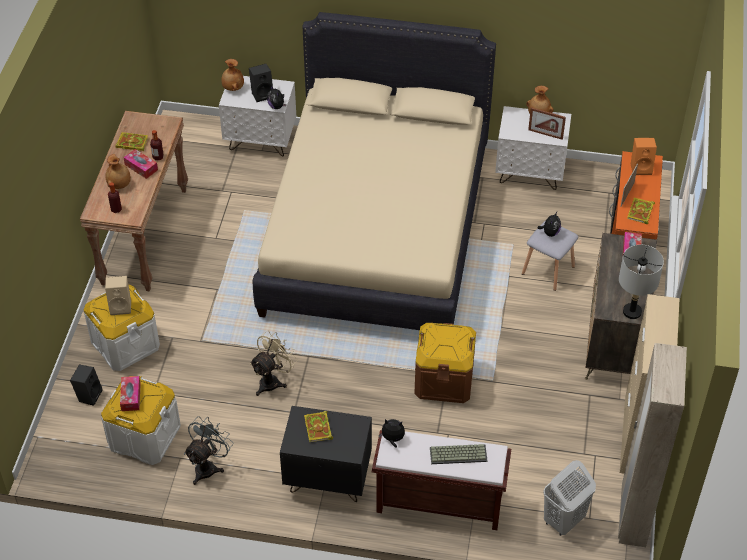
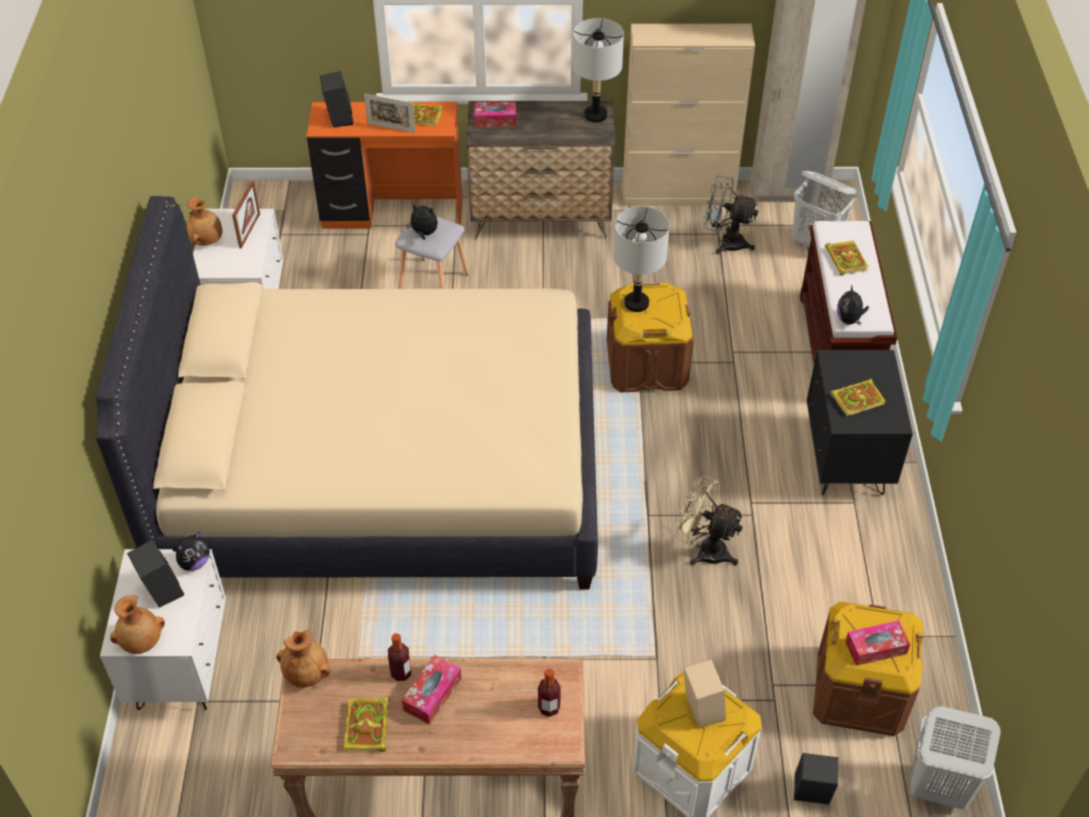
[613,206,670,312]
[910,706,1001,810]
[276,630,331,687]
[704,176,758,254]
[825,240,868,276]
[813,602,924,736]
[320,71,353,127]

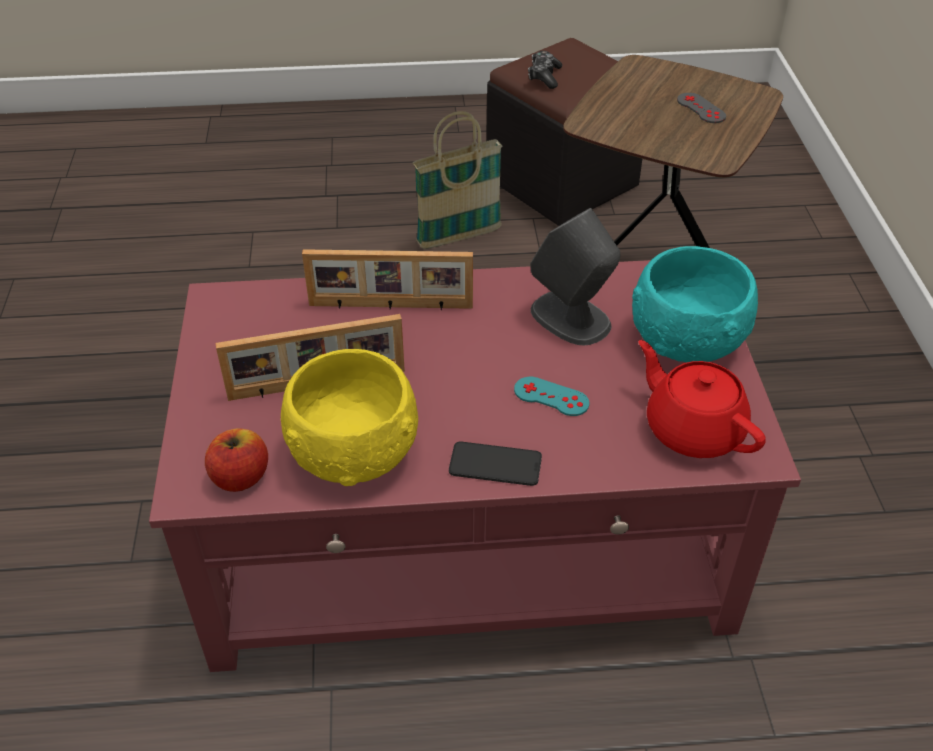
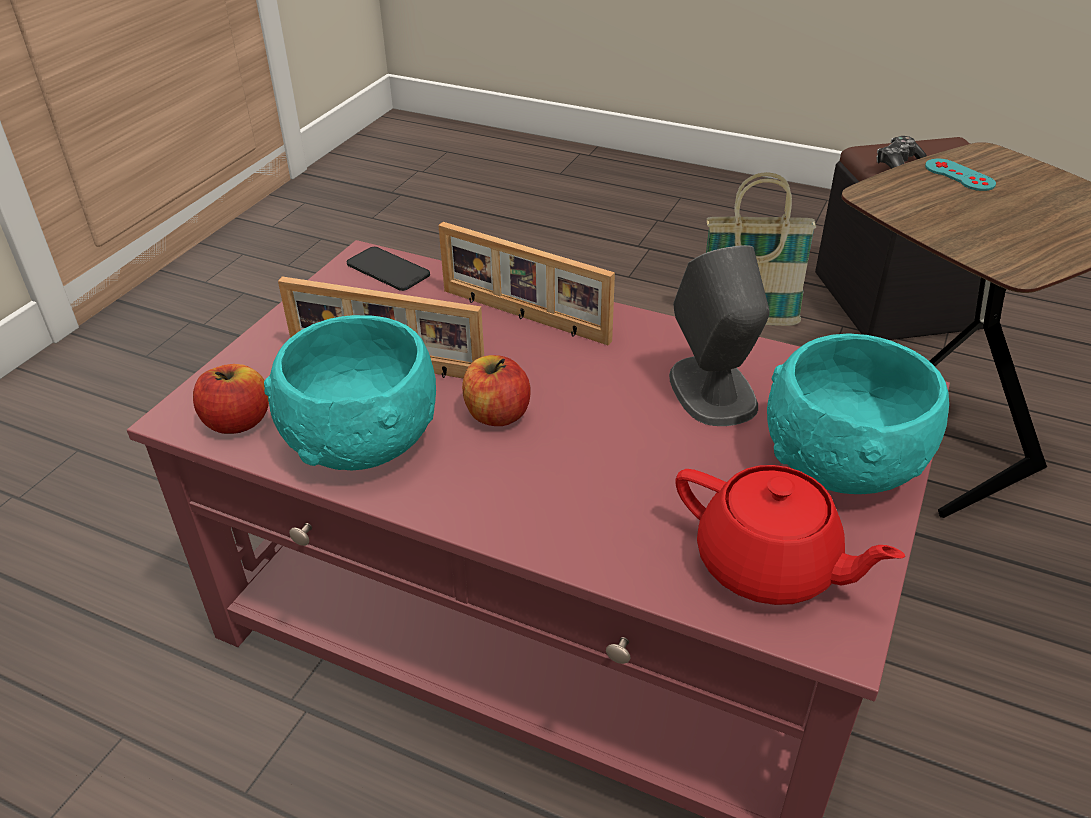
[677,93,726,123] (first image)
[462,355,531,426]
[346,247,430,291]
[925,159,996,191]
[264,315,436,470]
[675,465,905,605]

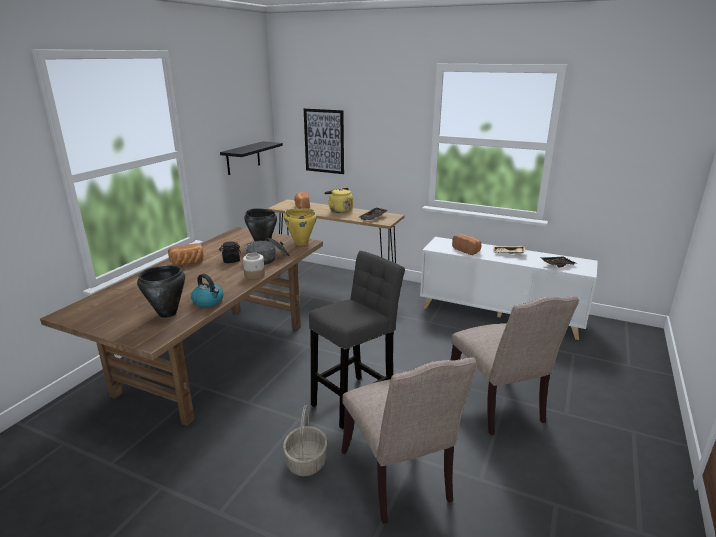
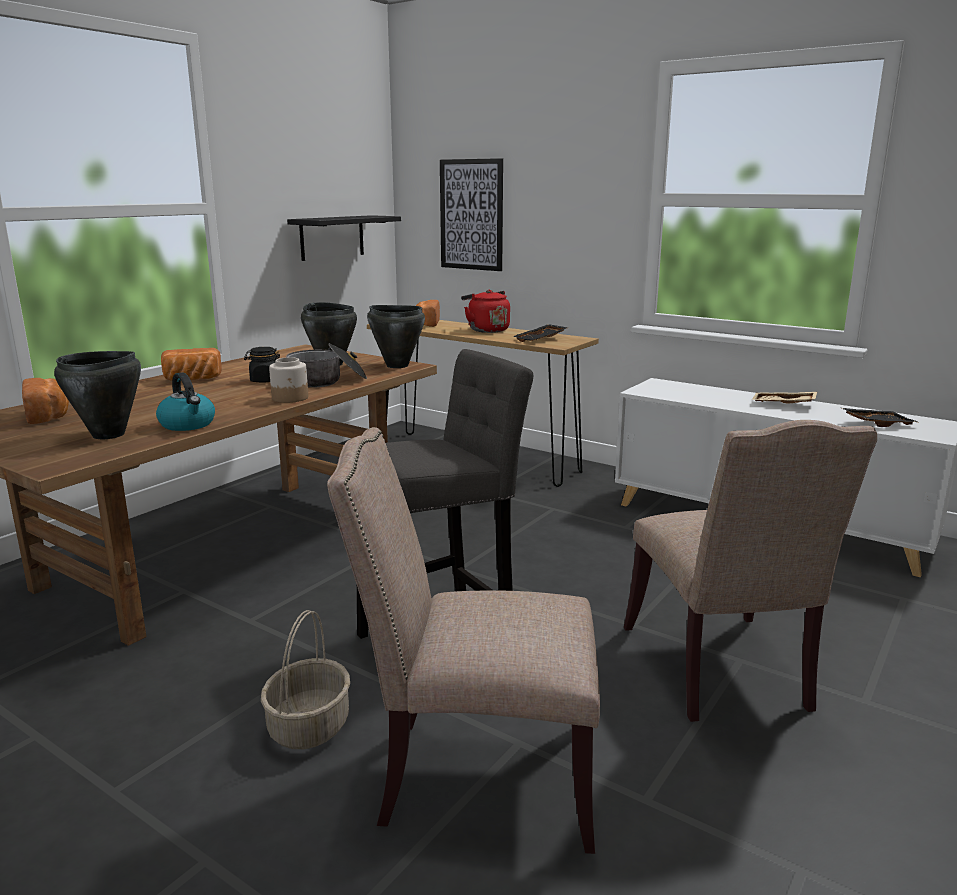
[22,378,69,424]
[367,305,425,368]
[461,290,510,333]
[327,427,600,854]

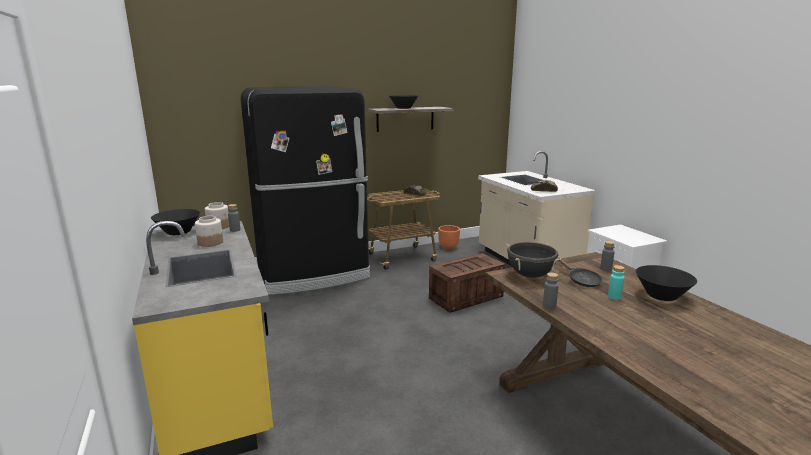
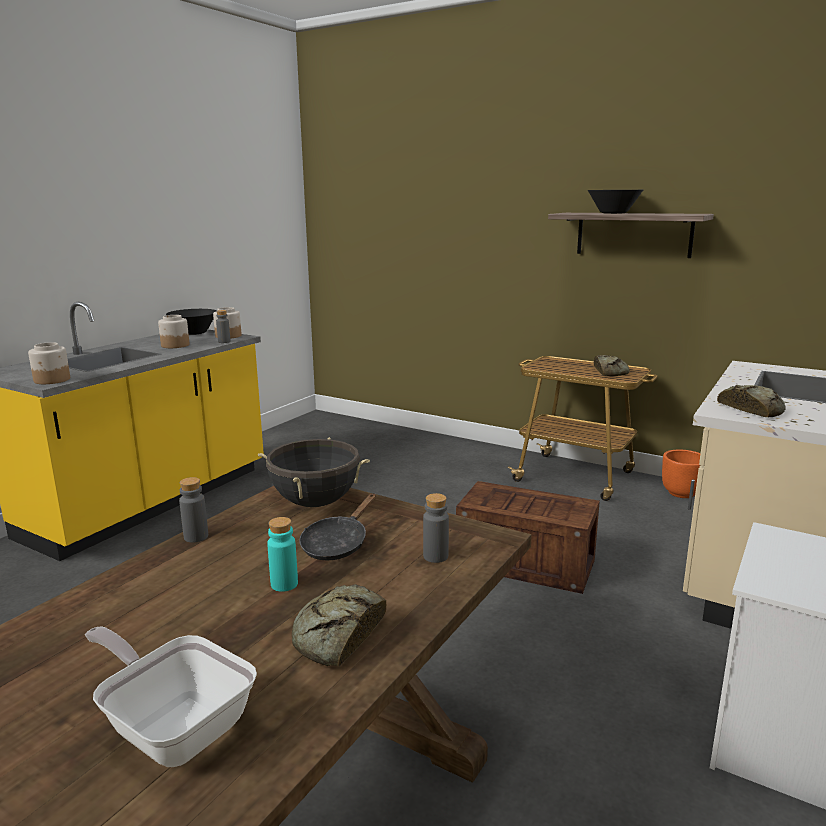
[241,86,370,295] (first image)
[28,342,70,384]
[85,627,257,767]
[292,584,386,666]

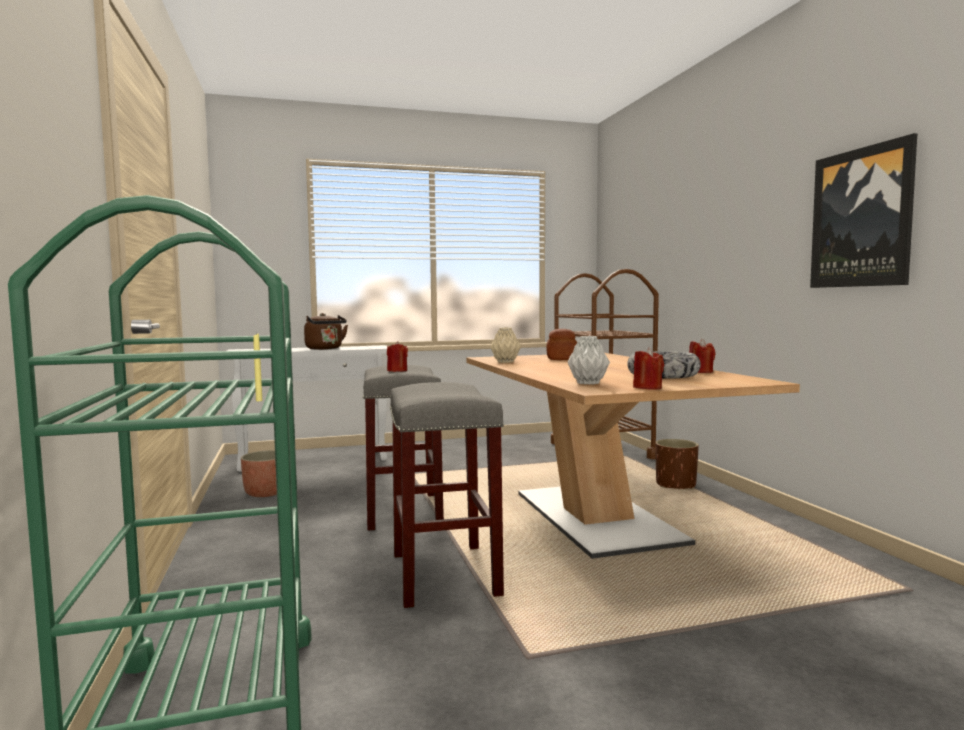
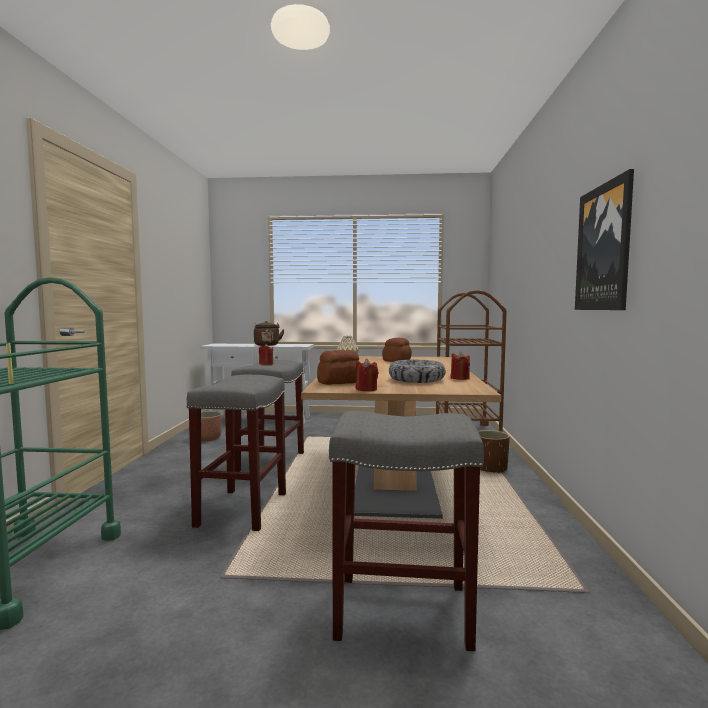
[329,411,484,651]
[317,350,359,385]

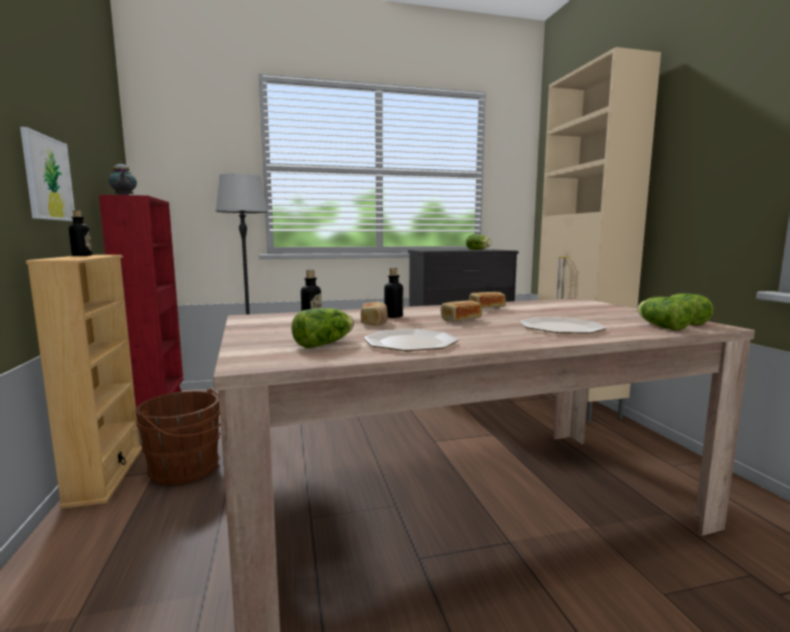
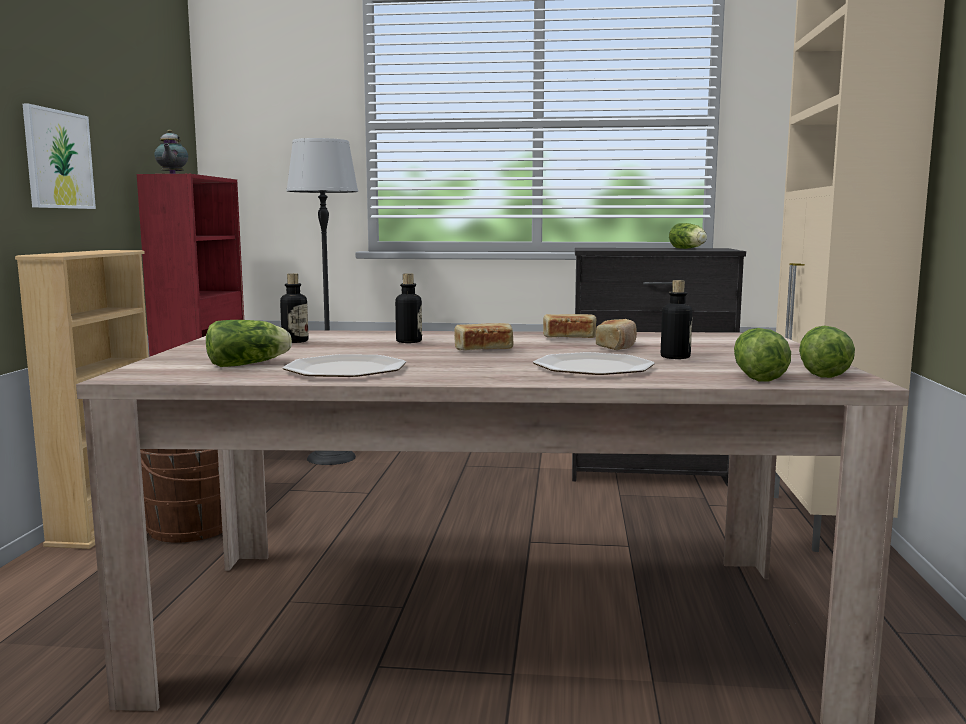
[661,280,693,359]
[596,319,637,350]

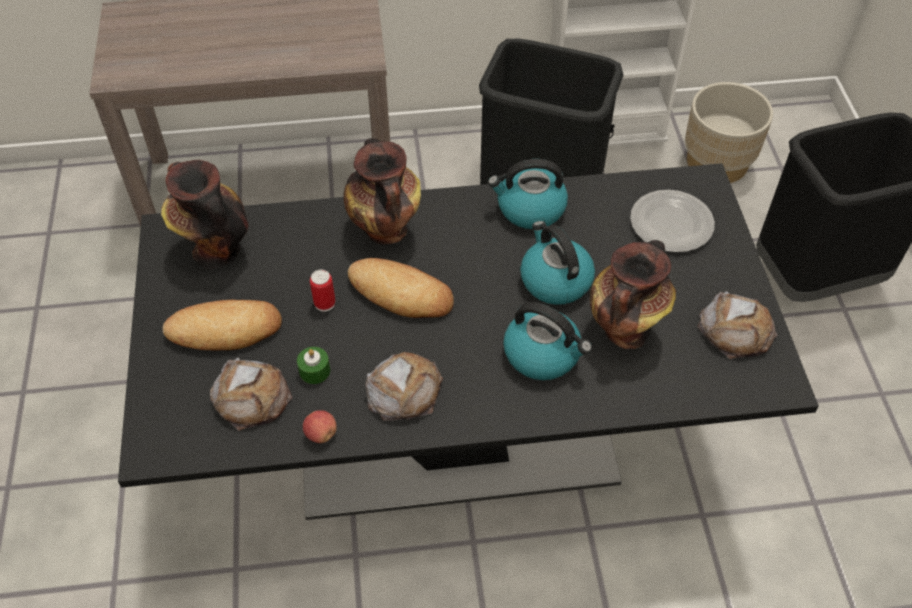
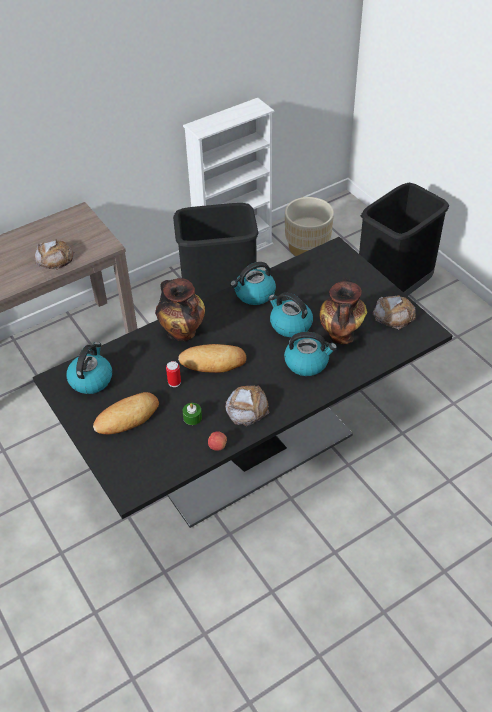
[630,190,715,252] (first image)
[34,239,74,270]
[66,342,112,394]

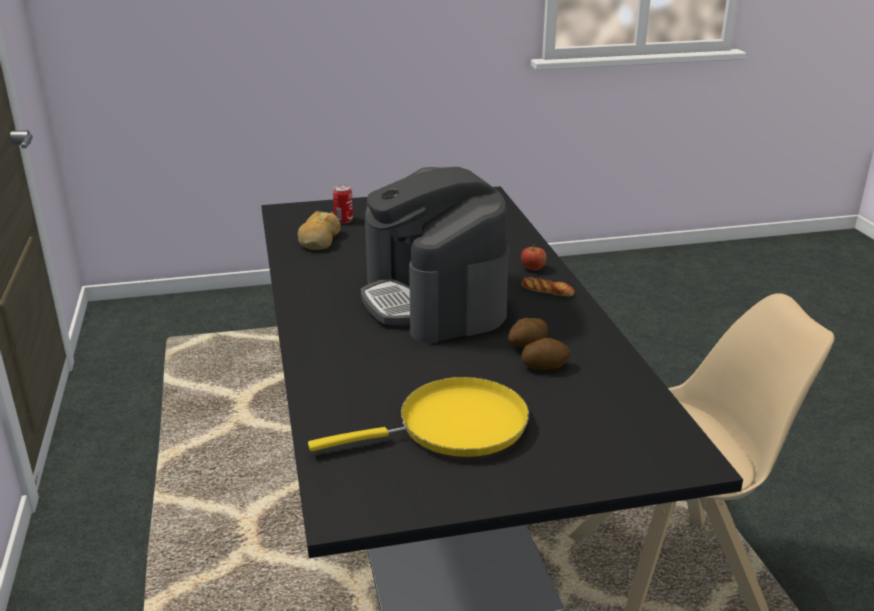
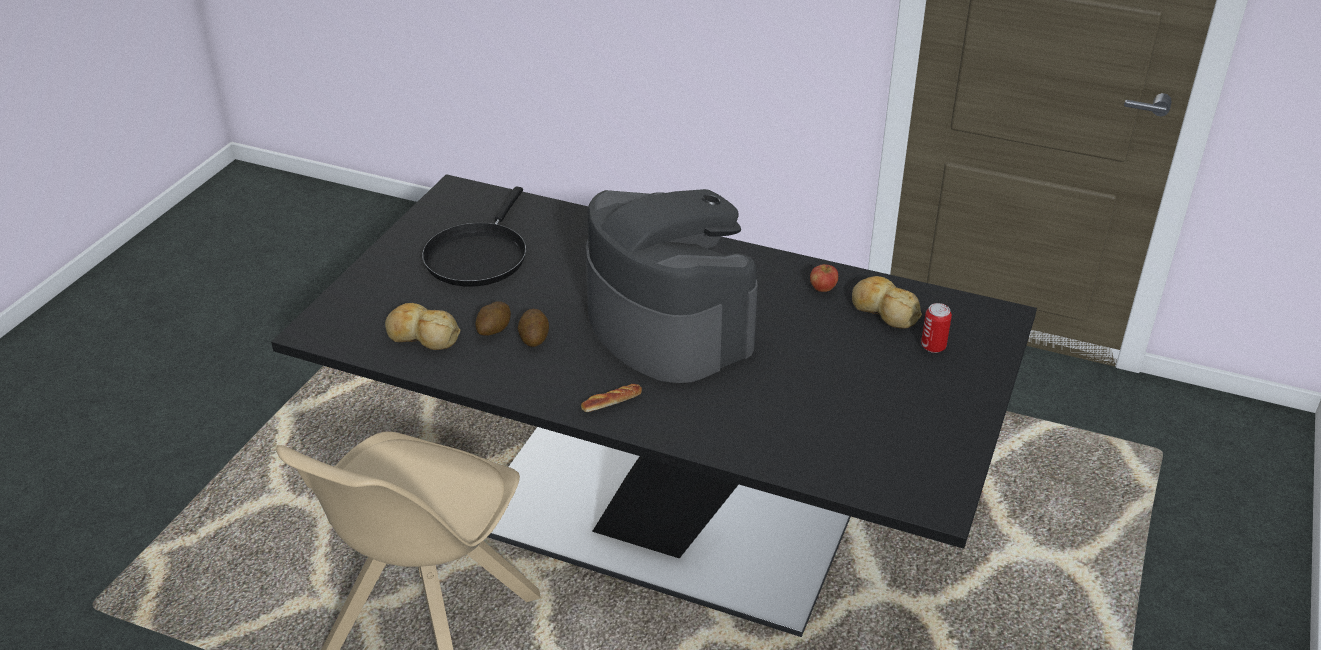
[385,303,460,350]
[810,264,838,292]
[422,186,526,287]
[586,189,758,383]

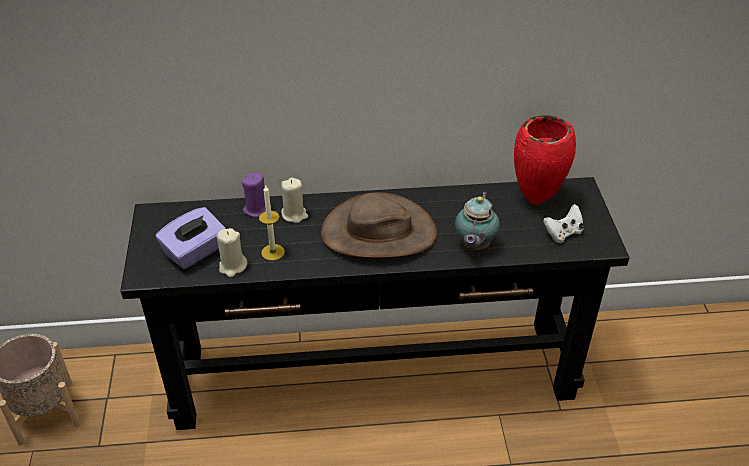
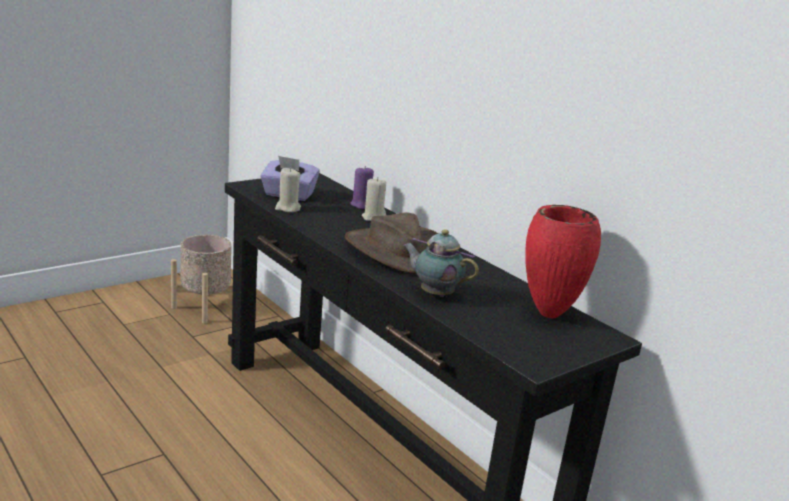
[259,184,285,261] (first image)
[543,204,584,243] (first image)
[403,229,479,297]

